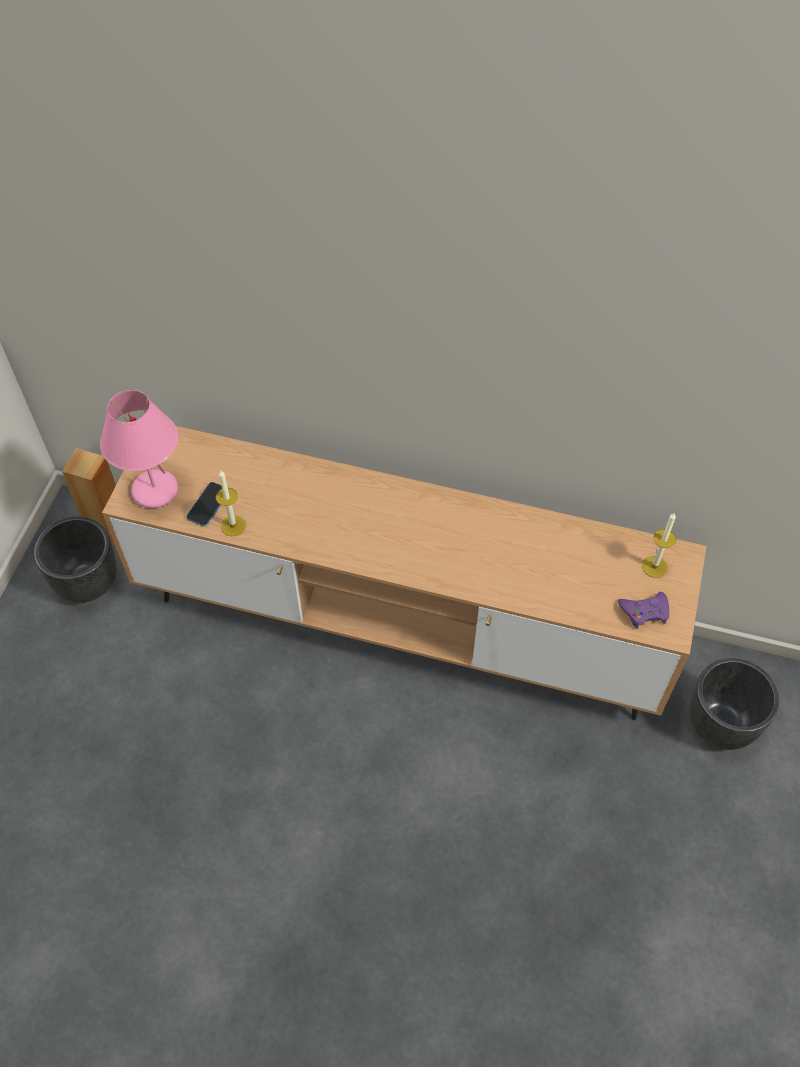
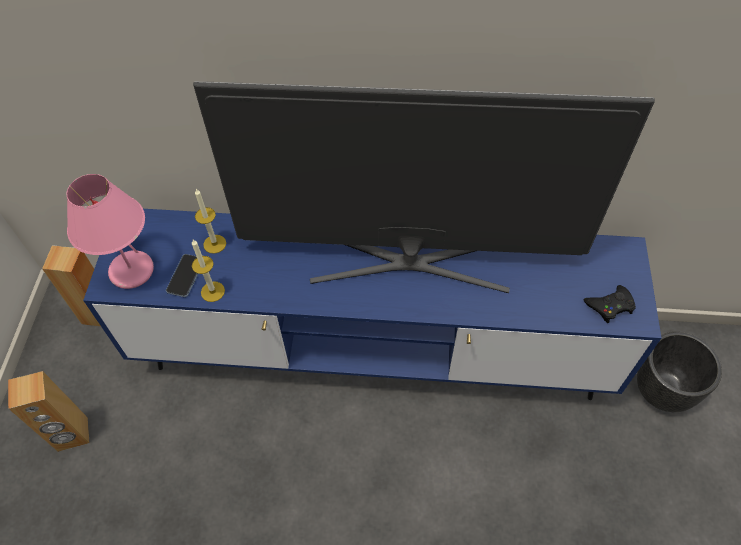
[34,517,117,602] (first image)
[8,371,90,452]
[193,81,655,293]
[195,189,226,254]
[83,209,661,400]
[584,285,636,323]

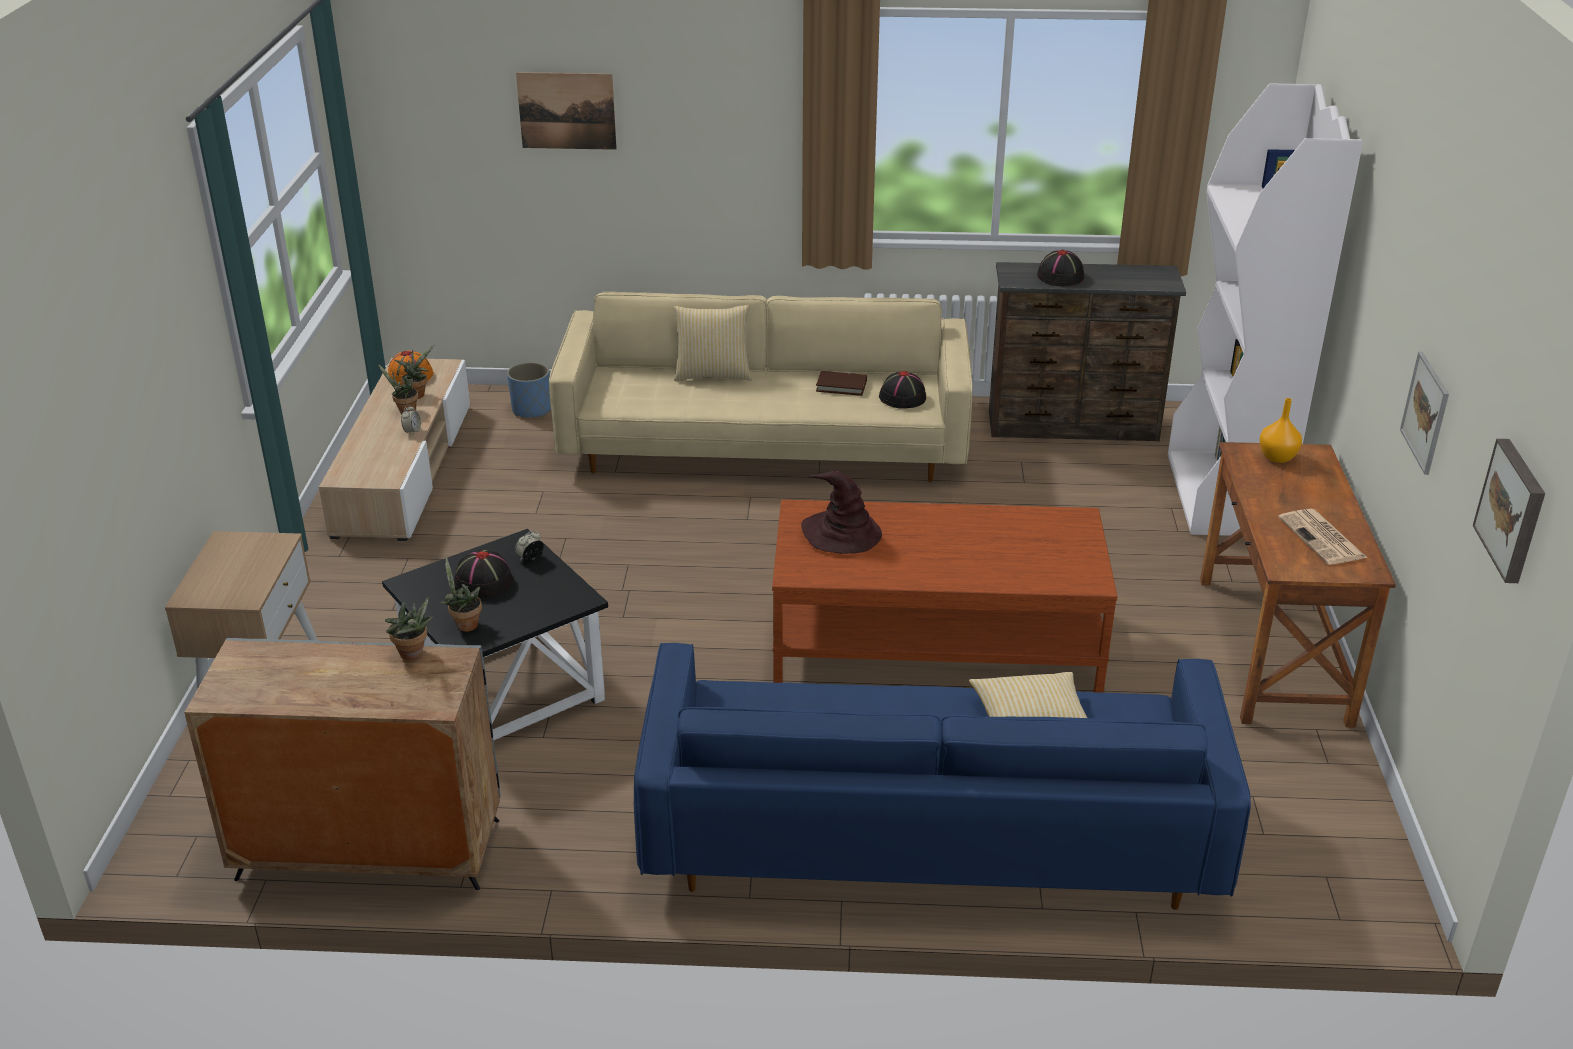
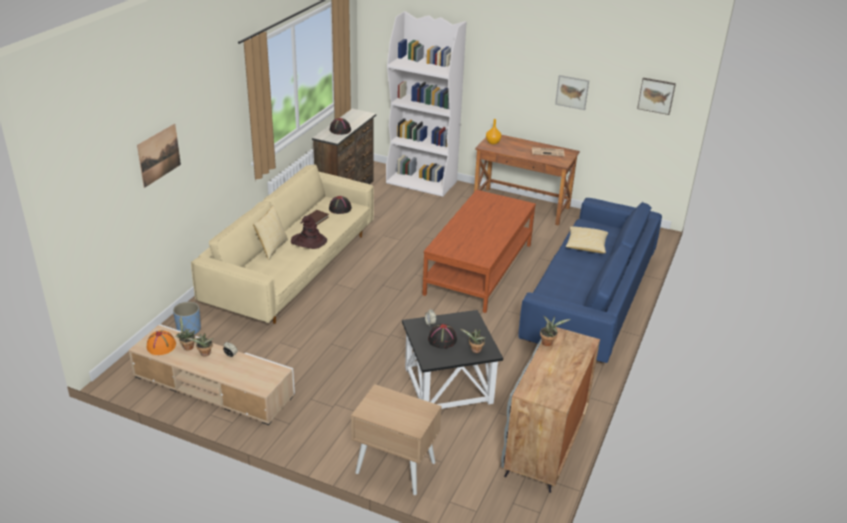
[291,215,327,249]

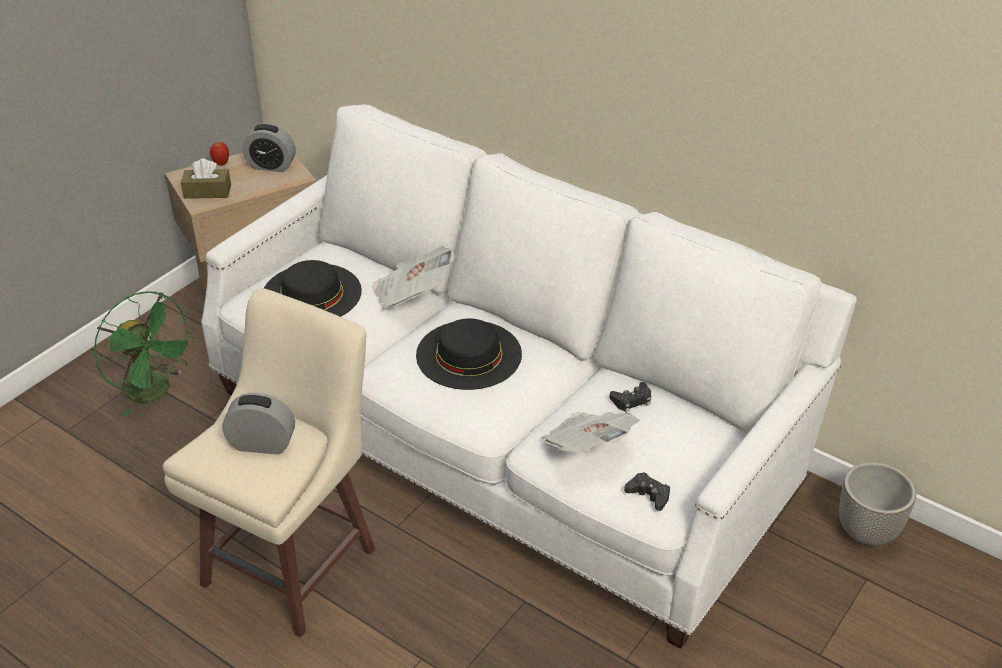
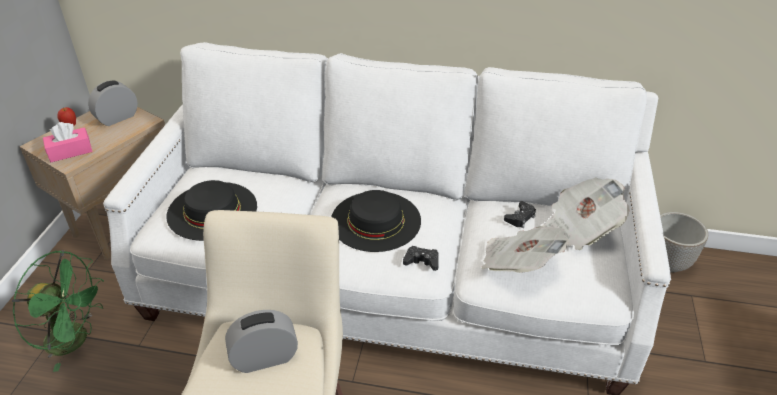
[542,177,630,250]
[403,246,439,271]
[43,122,93,162]
[88,80,138,126]

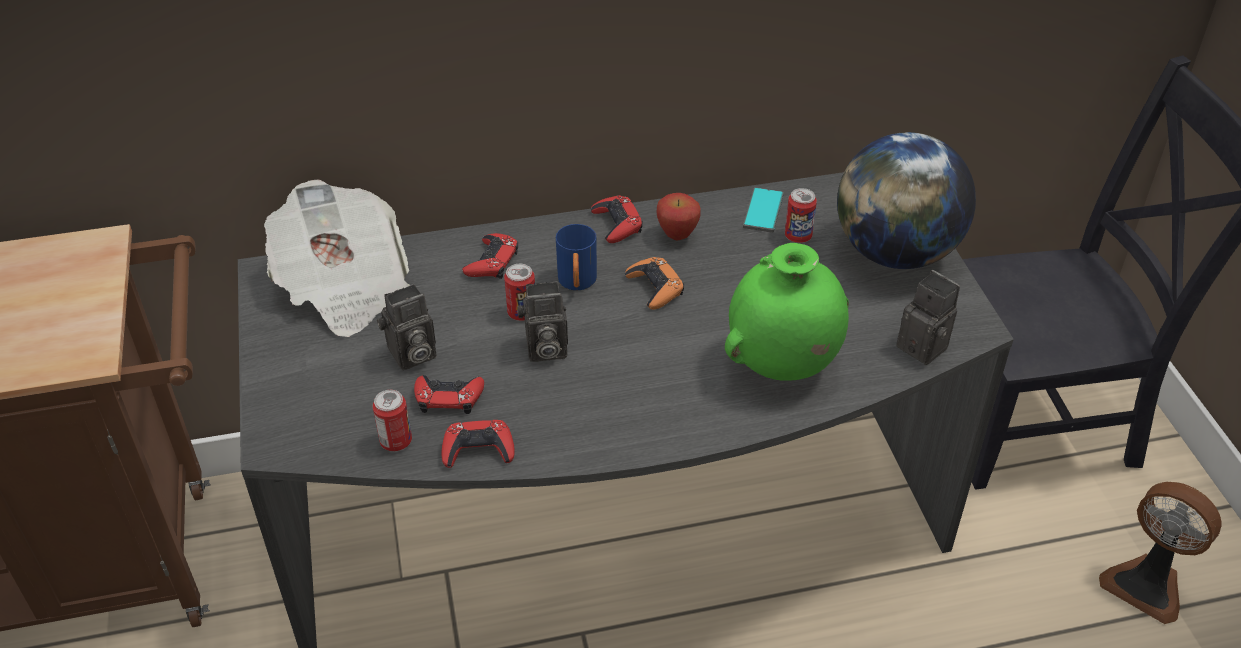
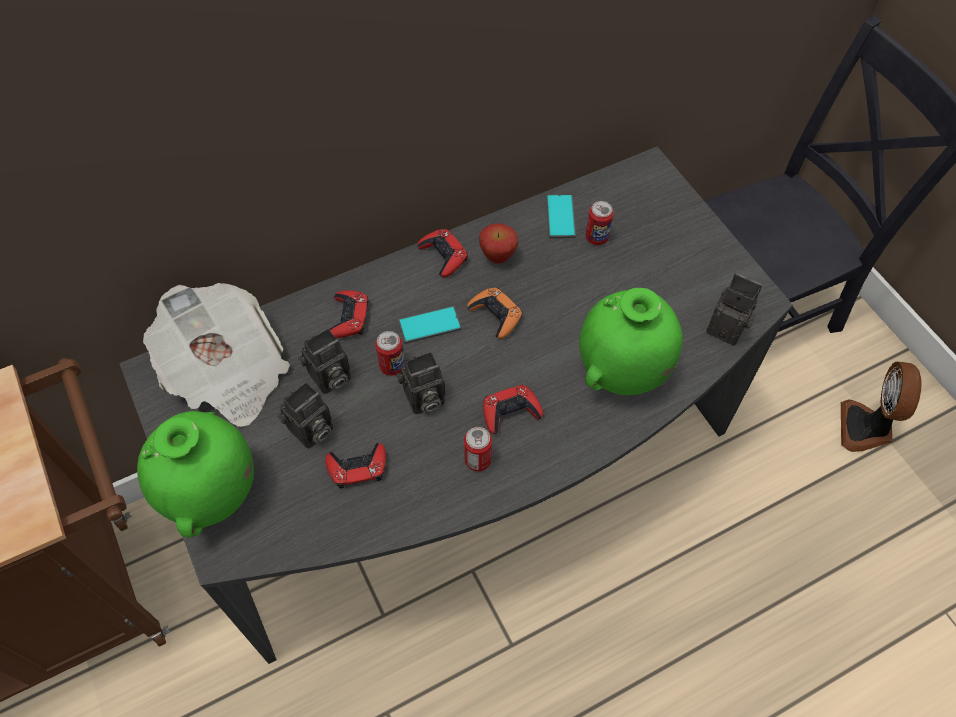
[837,132,976,269] (first image)
[137,411,254,537]
[298,328,351,394]
[464,427,492,472]
[483,385,543,434]
[398,306,461,344]
[841,362,922,452]

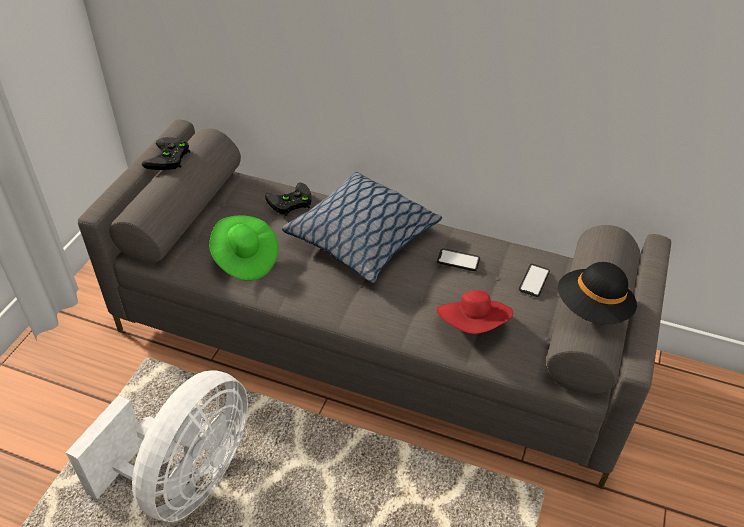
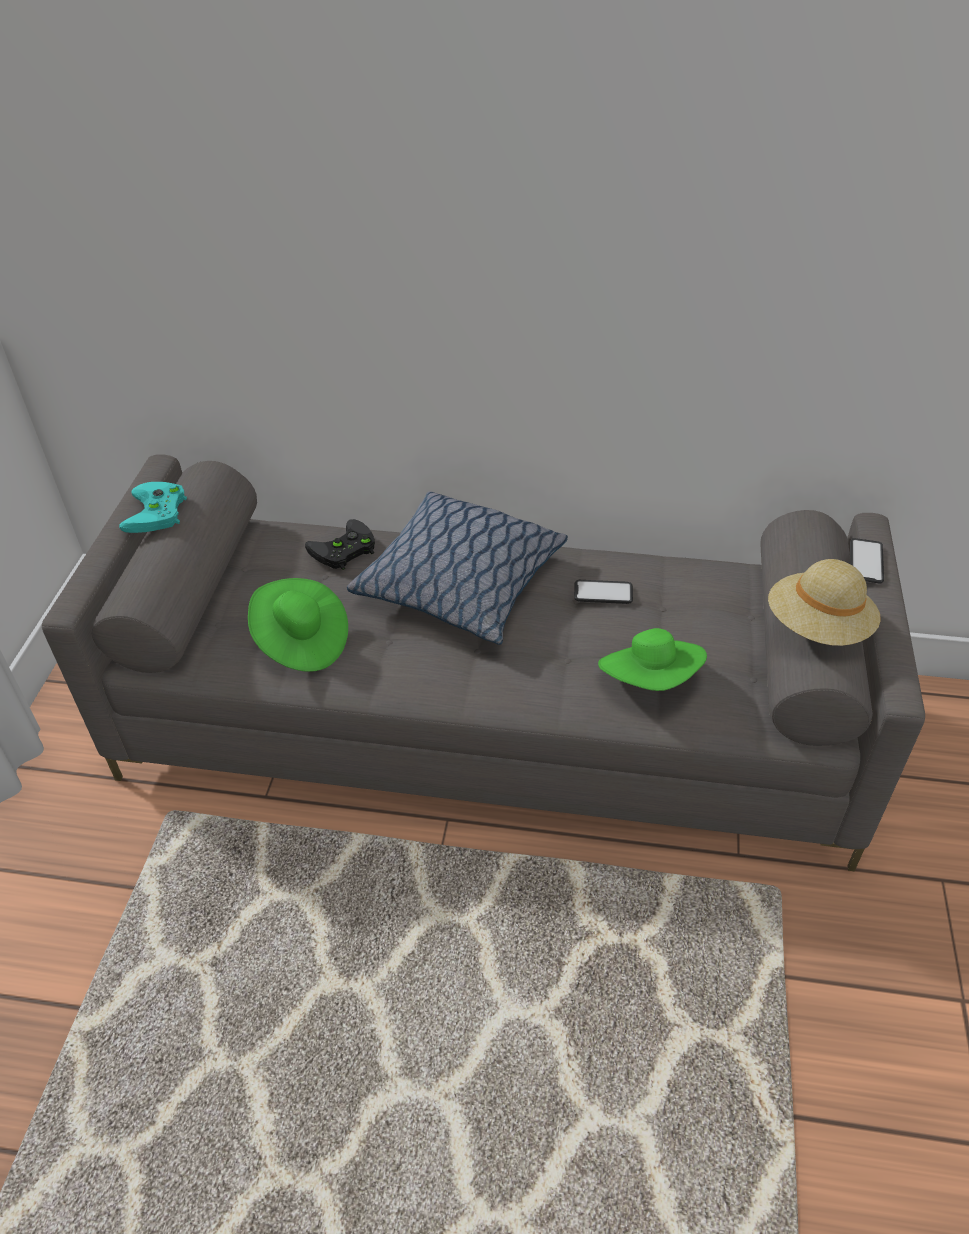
[66,371,248,522] (first image)
[850,538,884,583]
[119,482,187,533]
[598,628,707,691]
[768,559,881,646]

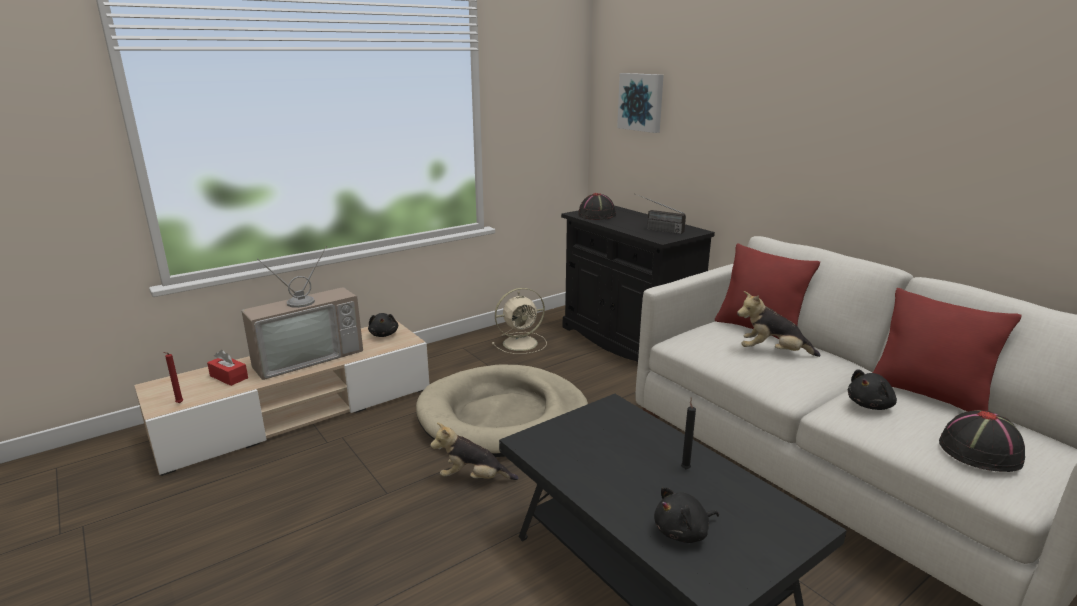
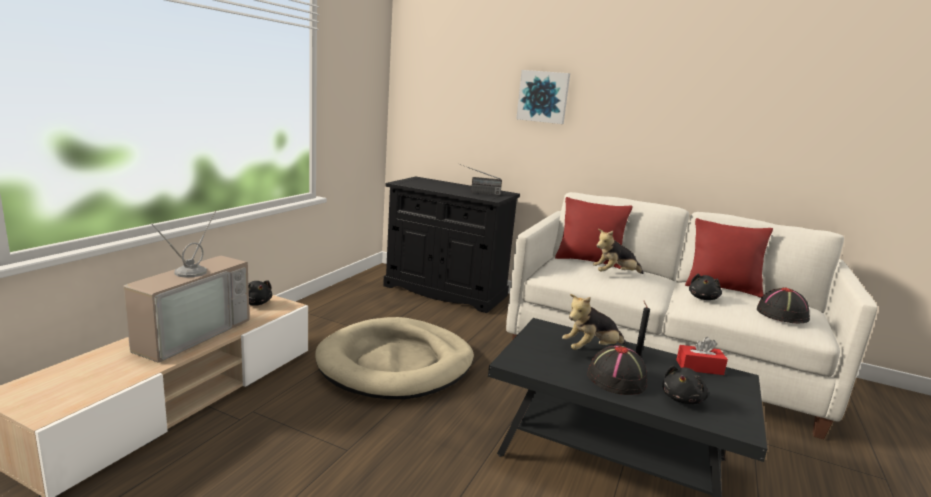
[163,352,183,403] (first image)
[492,288,547,354] (first image)
[676,337,728,375]
[562,294,626,350]
[587,345,648,395]
[516,70,570,124]

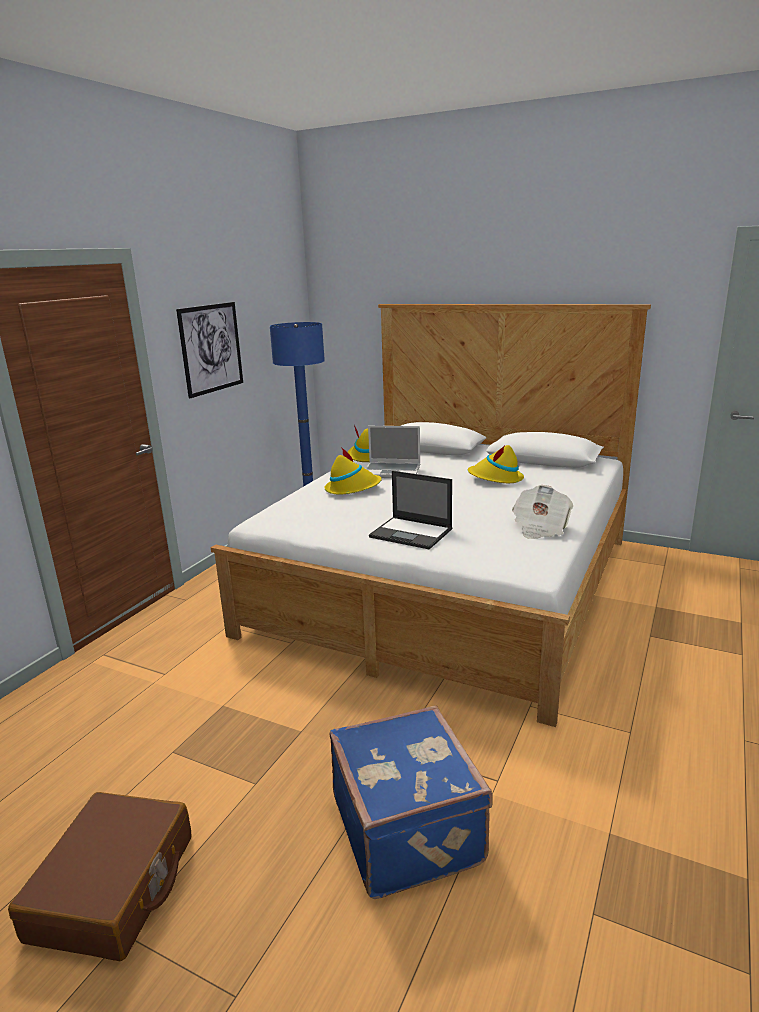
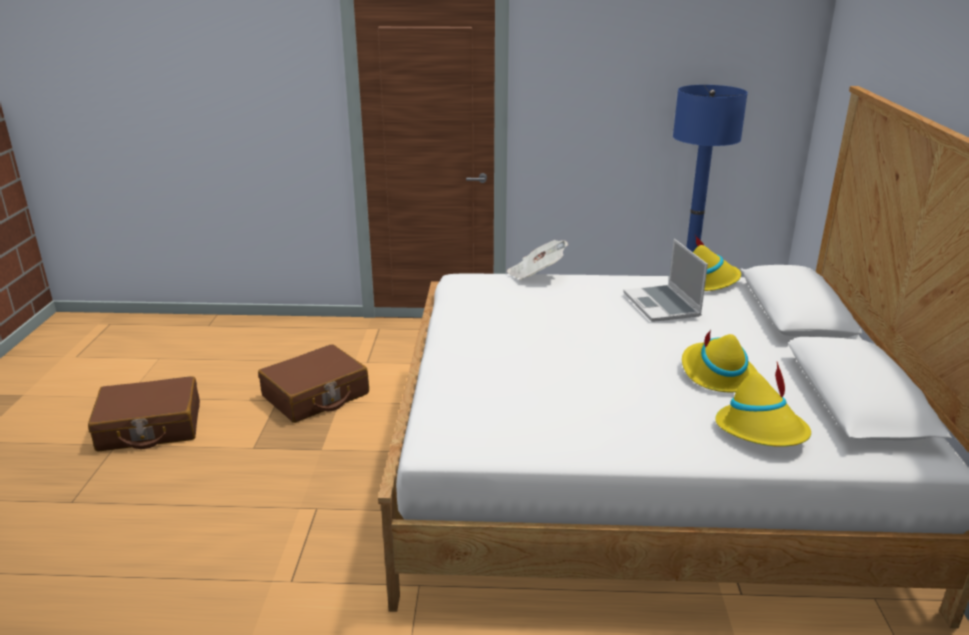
[176,302,243,398] (first image)
[329,705,493,899] (first image)
[369,471,452,550] (first image)
[258,344,369,423]
[716,362,811,447]
[507,240,568,280]

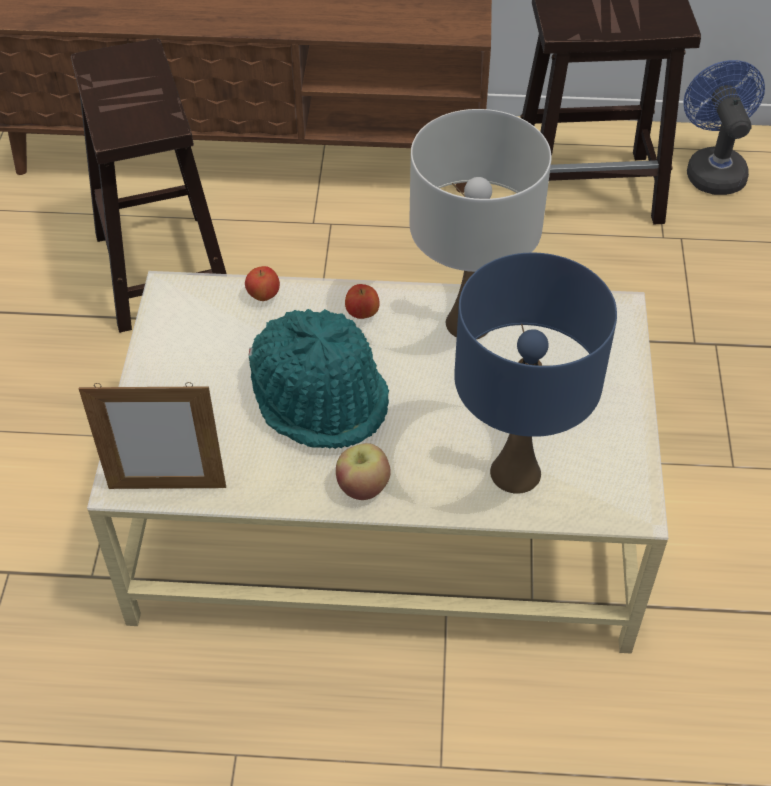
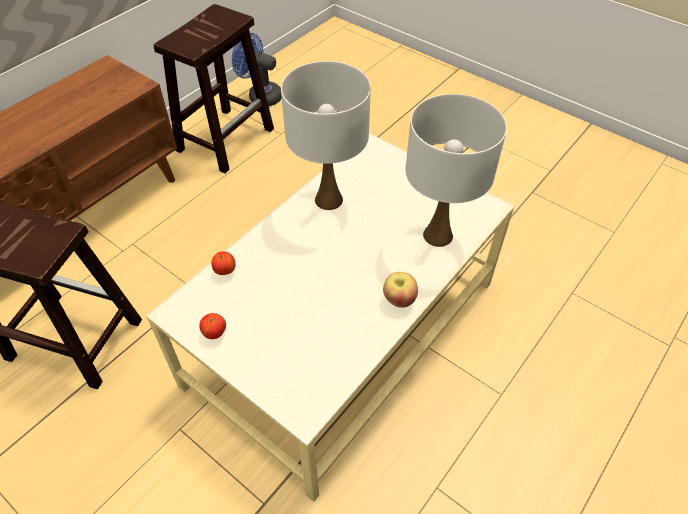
[79,382,226,489] (first image)
[248,309,389,449] (first image)
[199,313,226,339]
[405,94,507,247]

